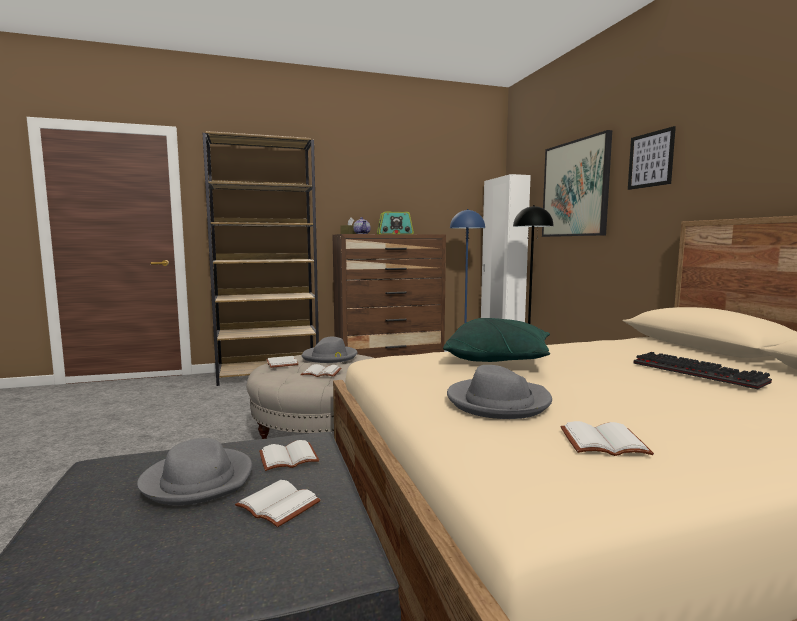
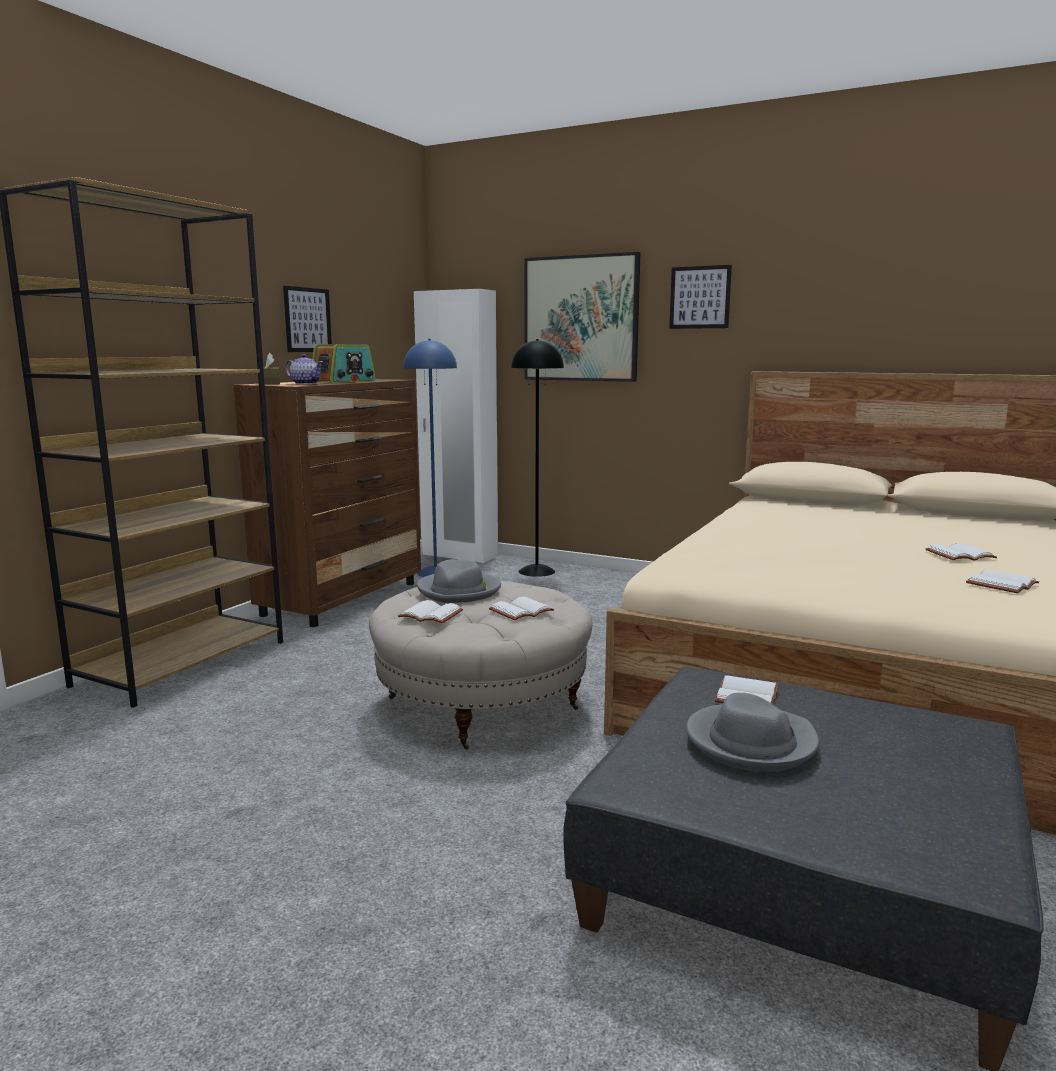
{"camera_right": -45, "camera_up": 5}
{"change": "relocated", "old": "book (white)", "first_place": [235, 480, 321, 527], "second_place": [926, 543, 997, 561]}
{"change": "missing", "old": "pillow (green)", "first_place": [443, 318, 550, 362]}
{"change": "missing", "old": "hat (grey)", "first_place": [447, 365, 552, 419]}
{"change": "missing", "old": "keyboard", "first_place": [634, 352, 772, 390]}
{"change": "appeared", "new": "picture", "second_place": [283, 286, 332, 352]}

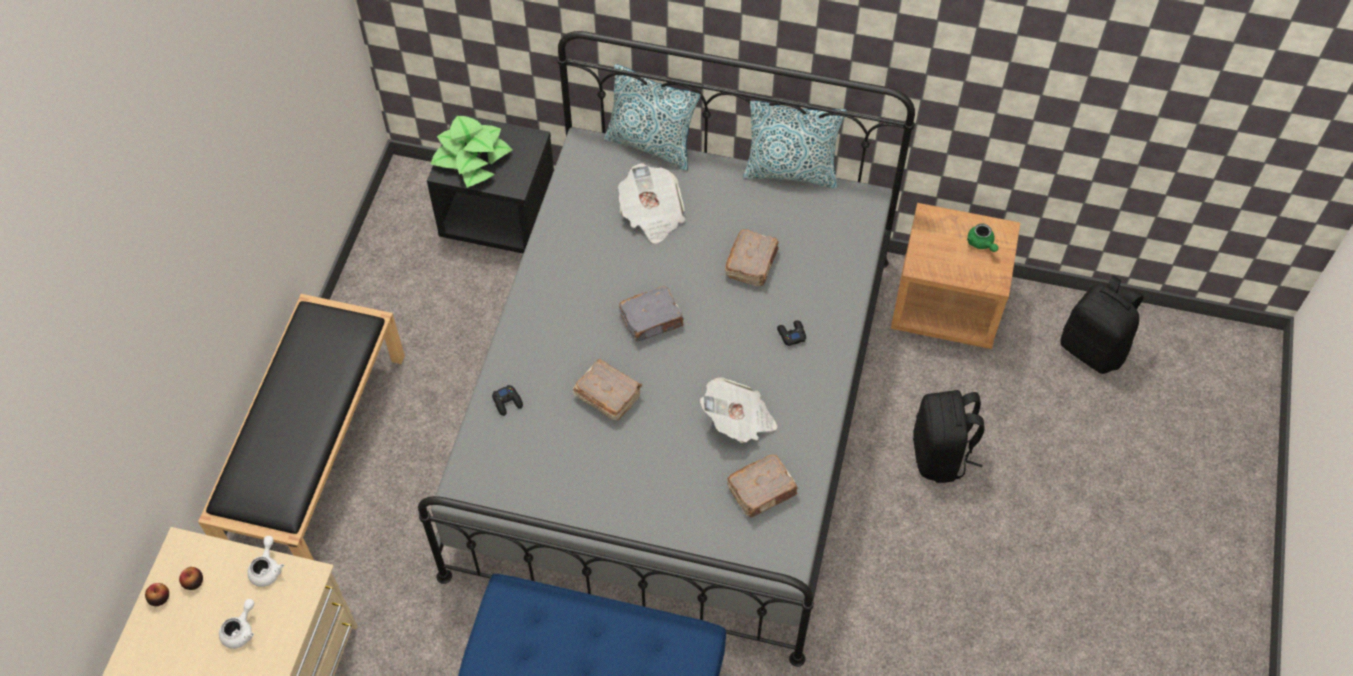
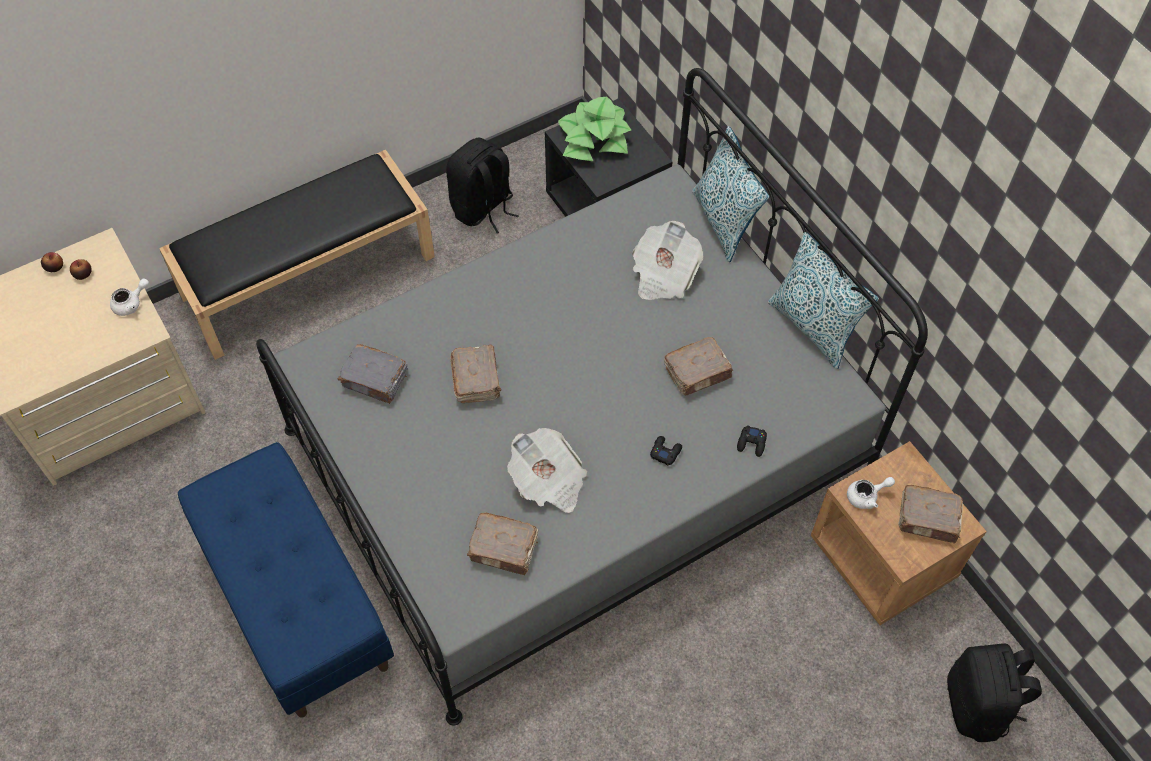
{"camera_right": 45, "camera_up": 0}
{"change": "relocated", "old": "teapot (white)", "first_place": [219, 599, 254, 649], "second_place": [847, 477, 895, 509]}
{"change": "relocated", "old": "game controller (black)", "first_place": [492, 385, 523, 416], "second_place": [737, 425, 767, 457]}
{"change": "relocated", "old": "book (grey)", "first_place": [619, 287, 684, 342], "second_place": [337, 344, 408, 404]}
{"change": "relocated", "old": "backpack (black)", "first_place": [913, 390, 985, 483], "second_place": [446, 138, 519, 234]}
{"change": "exchanged", "old": "teapot (green)", "new": "book (brown)", "first_place": [967, 223, 999, 252], "second_place": [899, 484, 963, 543]}

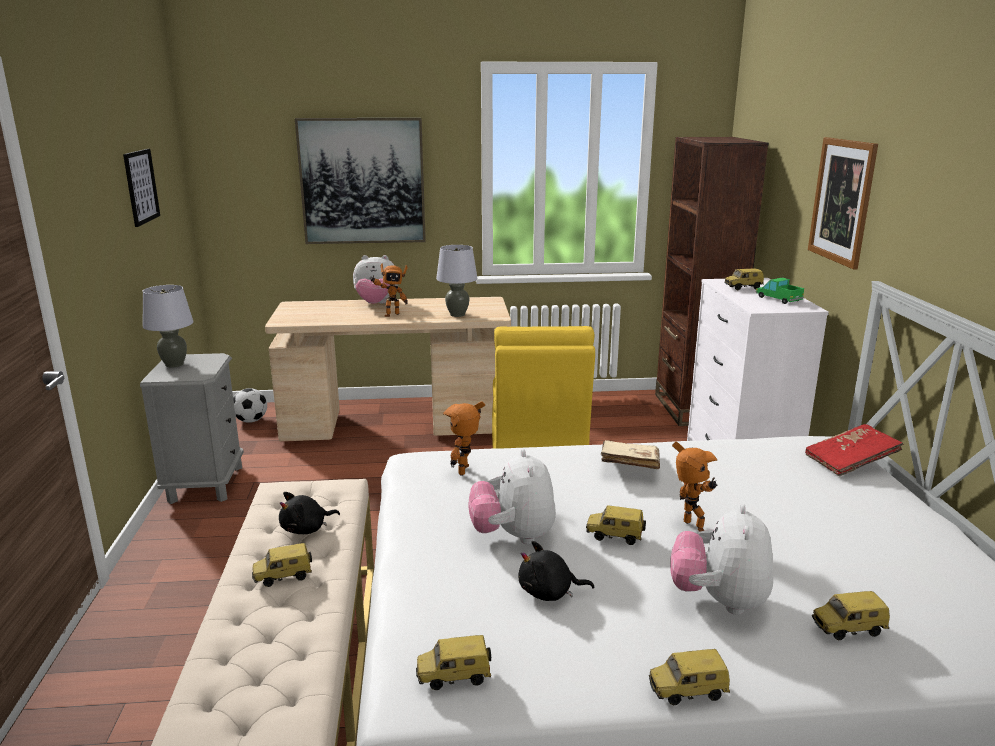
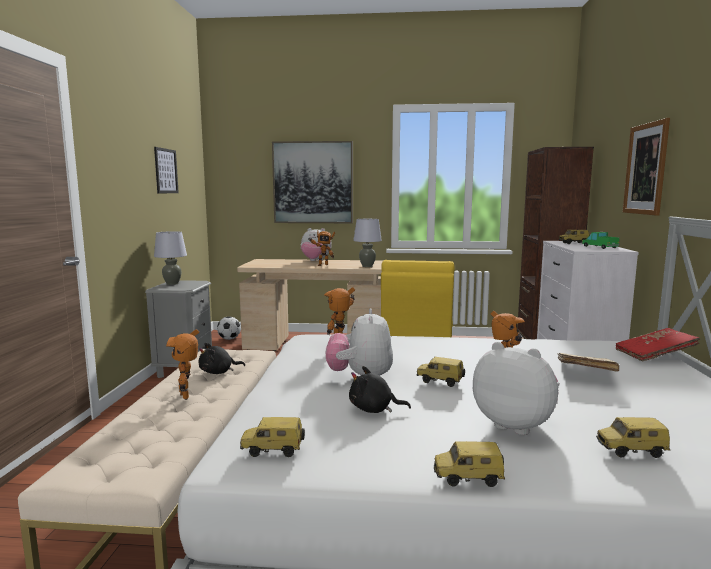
{"camera_right": 10, "camera_up": -10}
{"change": "exchanged", "old": "toy car", "new": "toy robot", "first_place": [252, 543, 312, 587], "second_place": [166, 329, 199, 400]}
{"change": "relocated", "old": "book (beige)", "first_place": [601, 440, 660, 469], "second_place": [558, 353, 619, 372]}
{"change": "spun", "old": "plush toy", "first_place": [670, 504, 773, 615], "second_place": [473, 342, 560, 435], "degrees": 105}

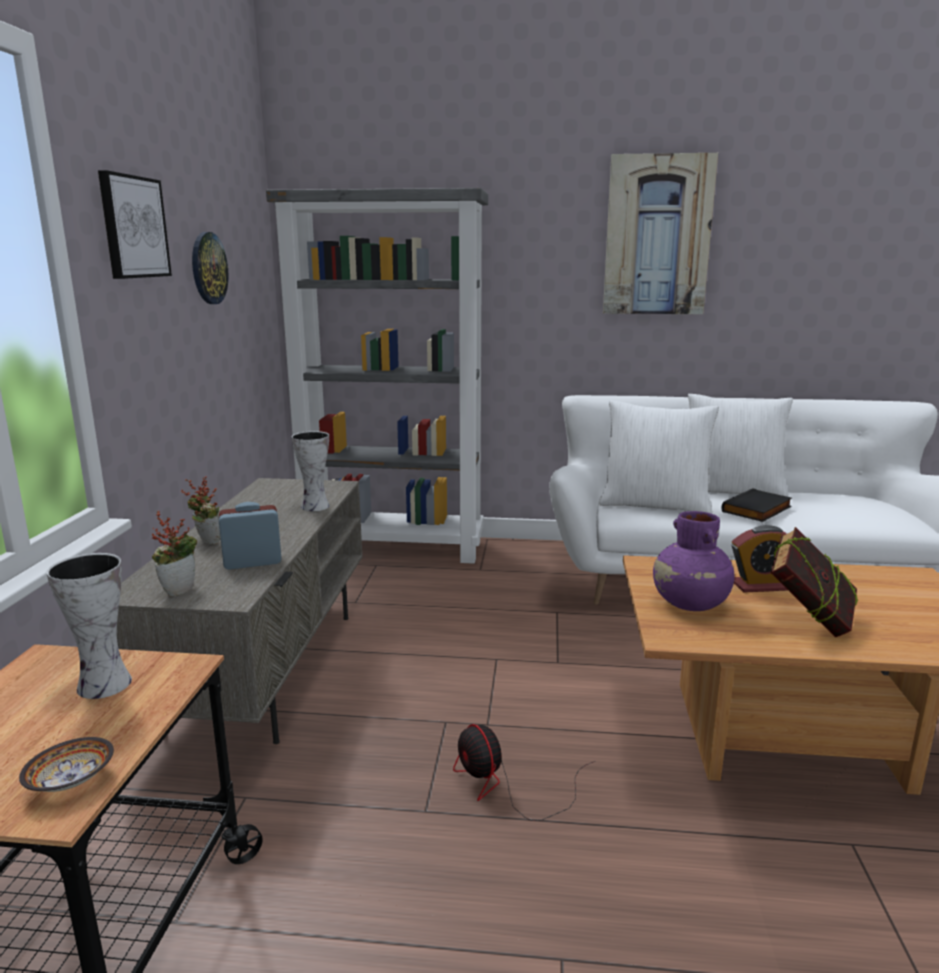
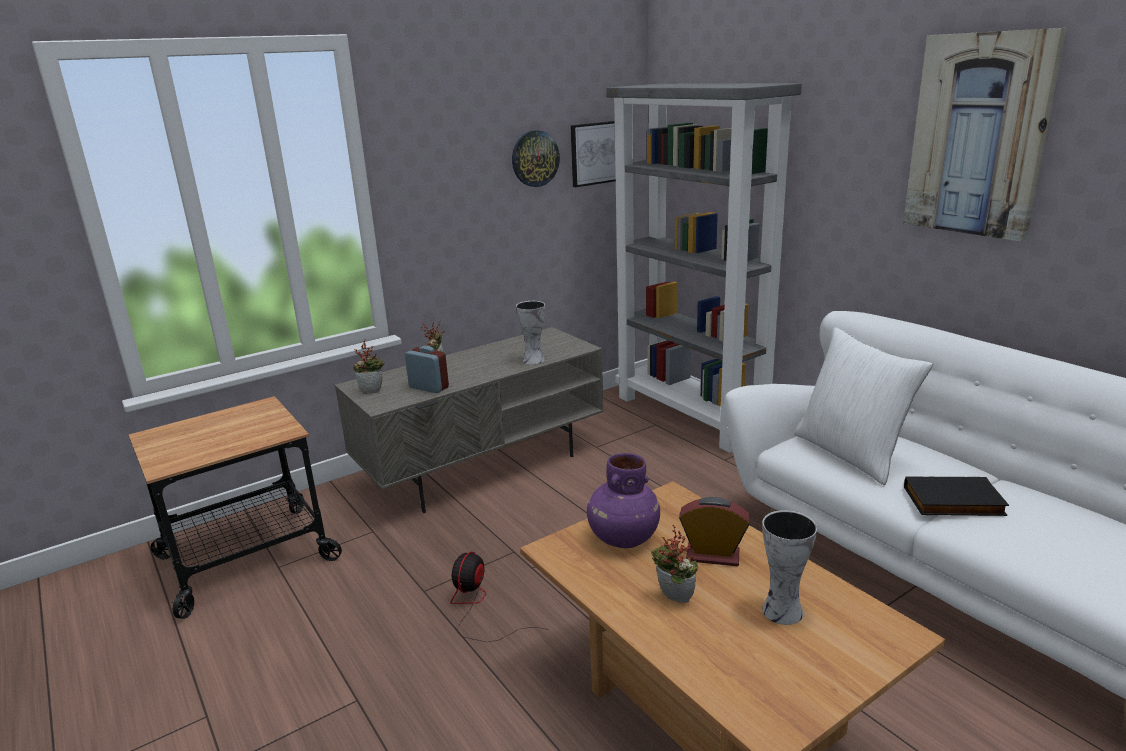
{"camera_right": 50, "camera_up": 5}
{"change": "missing", "old": "bowl", "first_place": [19, 737, 114, 792]}
{"change": "relocated", "old": "vase", "first_place": [47, 553, 132, 699], "second_place": [762, 510, 817, 625]}
{"change": "relocated", "old": "picture", "first_place": [98, 170, 172, 279], "second_place": [570, 121, 616, 187]}
{"change": "missing", "old": "pillow (white)", "first_place": [688, 394, 793, 497]}
{"change": "spun", "old": "alarm clock", "first_place": [732, 525, 787, 593], "second_place": [679, 497, 750, 566], "degrees": 150}
{"change": "exchanged", "old": "book", "new": "potted plant", "first_place": [771, 527, 858, 637], "second_place": [651, 525, 698, 603]}

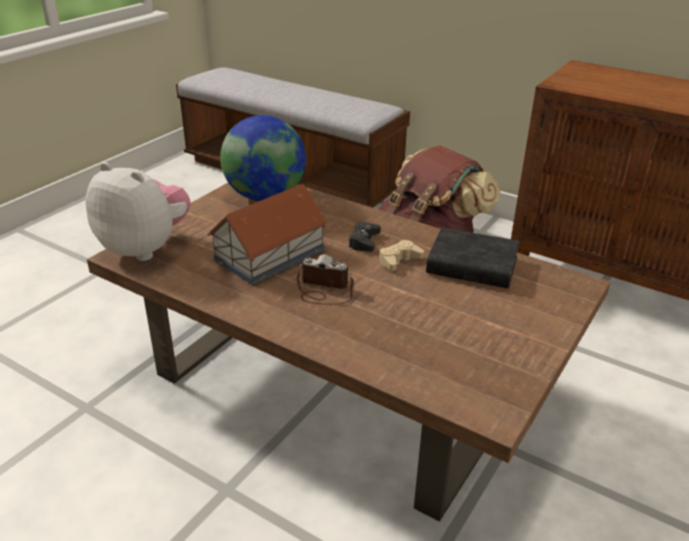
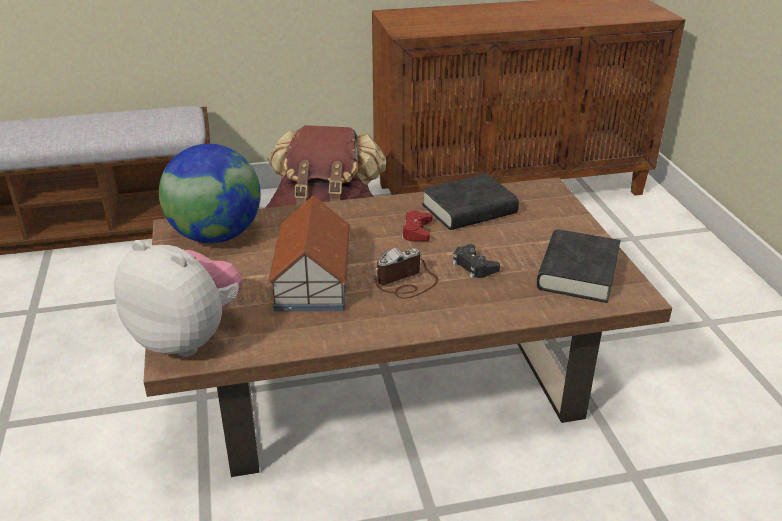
{"camera_right": -45, "camera_up": 0}
{"change": "spun", "old": "plush toy", "first_place": [85, 162, 190, 261], "second_place": [114, 240, 243, 357], "degrees": 45}
{"change": "relocated", "old": "game controller (black)", "first_place": [348, 221, 381, 251], "second_place": [453, 244, 500, 279]}
{"change": "colour", "old": "game controller (beige)", "new": "game controller (red)", "first_place": [379, 240, 424, 271], "second_place": [402, 211, 432, 241]}
{"change": "appeared", "new": "book (black)", "second_place": [536, 229, 621, 303]}

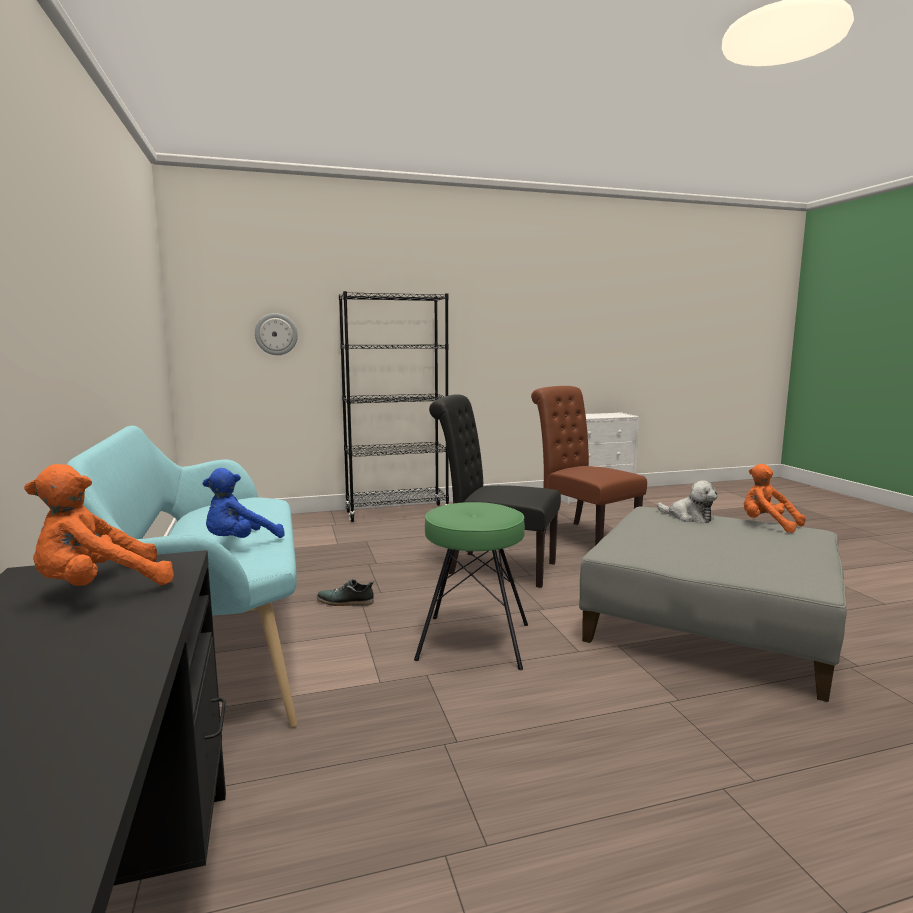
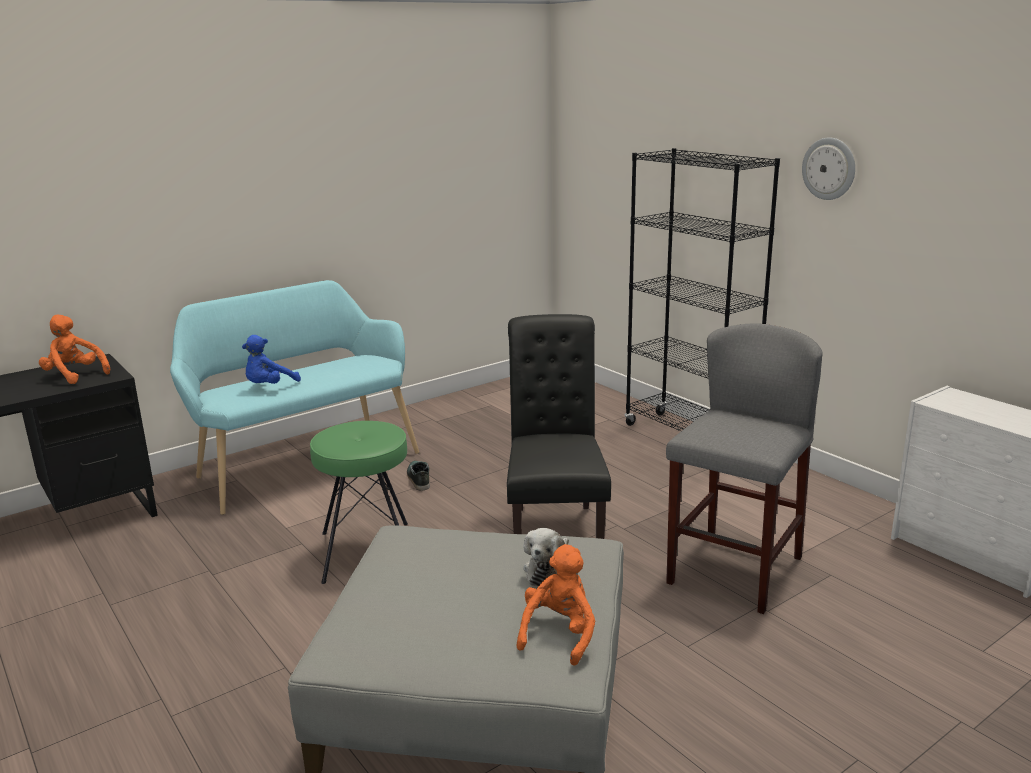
{"camera_right": 70, "camera_up": 10}
{"change": "spun", "old": "plush toy (blue)", "first_place": [202, 468, 285, 538], "second_place": [242, 335, 301, 384], "degrees": -75}
{"change": "relocated", "old": "wall clock", "first_place": [255, 313, 298, 355], "second_place": [802, 137, 855, 200]}
{"change": "exchanged", "old": "chair (brown)", "new": "stool (grey)", "first_place": [531, 386, 647, 546], "second_place": [666, 323, 822, 614]}

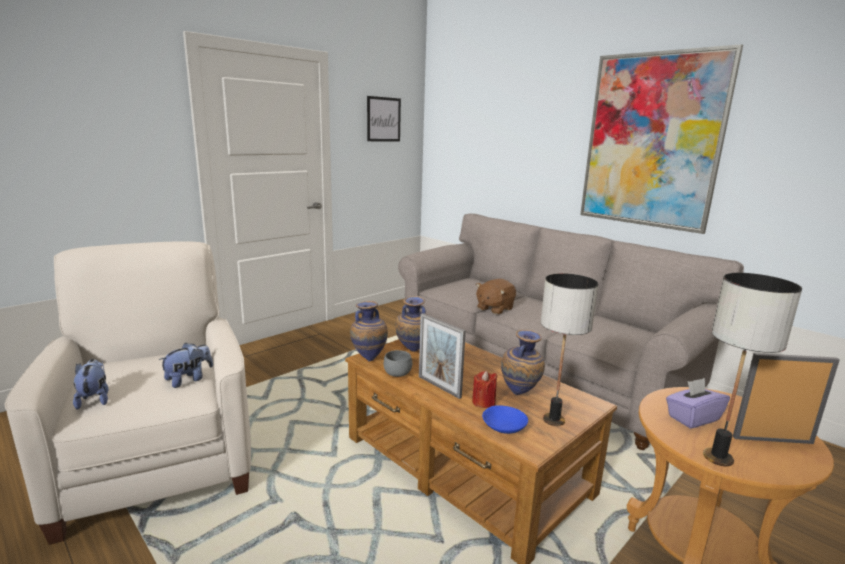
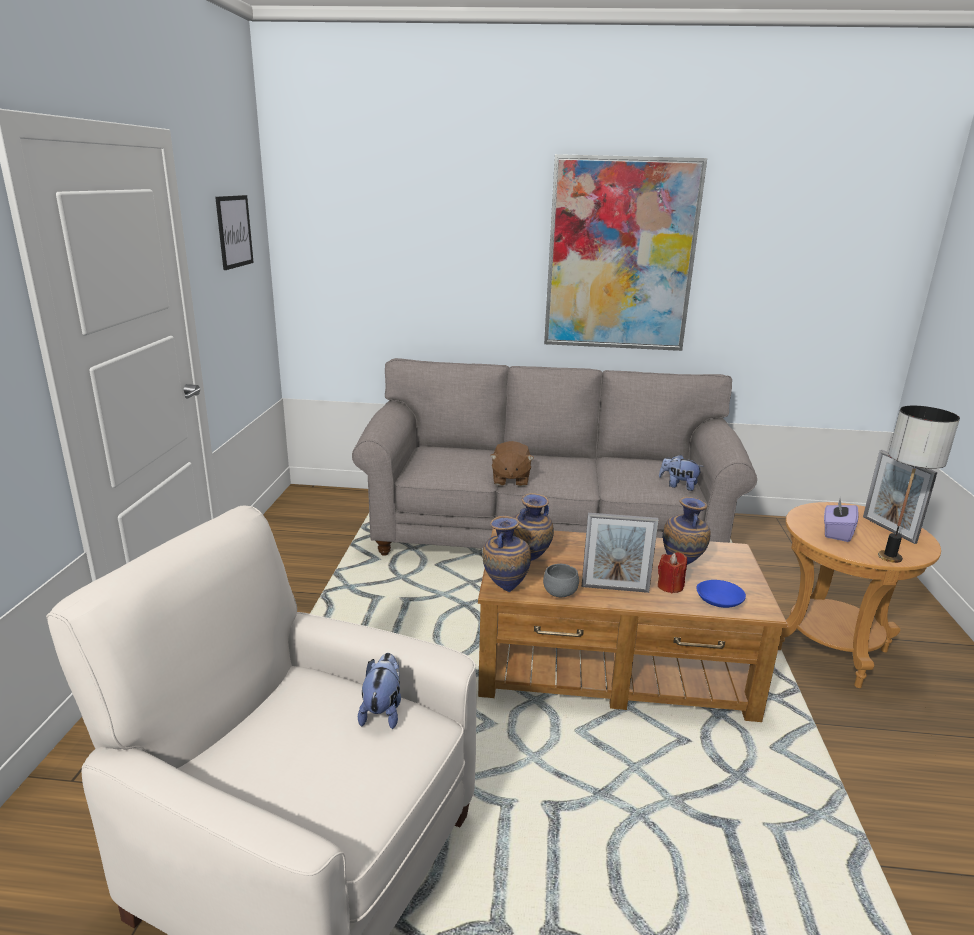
{"camera_right": -40, "camera_up": 5}
{"change": "relocated", "old": "plush toy", "first_place": [73, 359, 108, 410], "second_place": [659, 455, 704, 491]}
{"change": "missing", "old": "table lamp", "first_place": [541, 273, 598, 426]}
{"change": "spun", "old": "picture frame", "first_place": [733, 353, 840, 444], "second_place": [863, 450, 938, 544], "degrees": -75}

